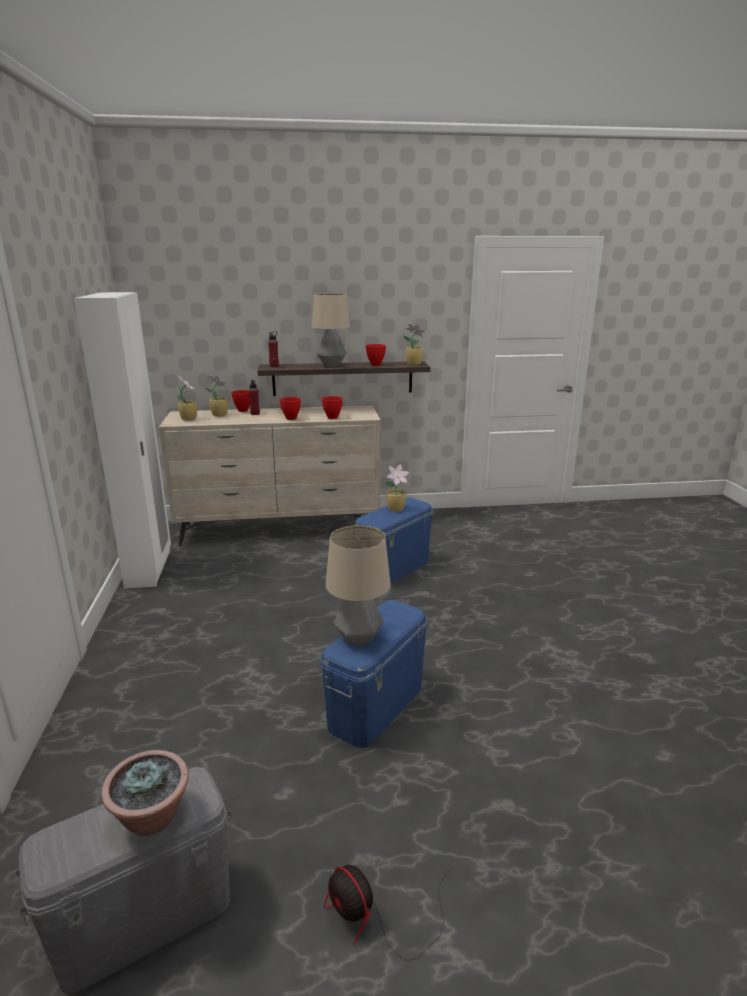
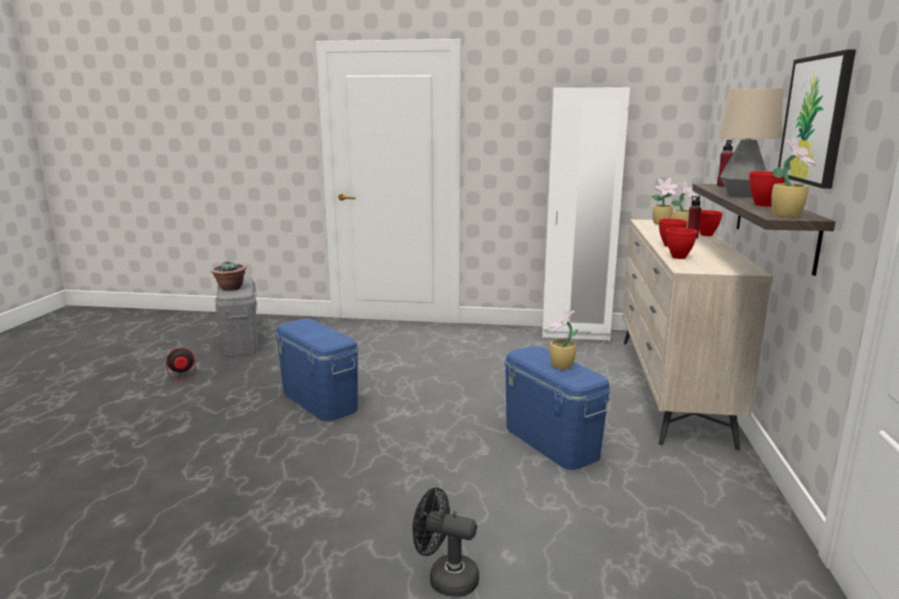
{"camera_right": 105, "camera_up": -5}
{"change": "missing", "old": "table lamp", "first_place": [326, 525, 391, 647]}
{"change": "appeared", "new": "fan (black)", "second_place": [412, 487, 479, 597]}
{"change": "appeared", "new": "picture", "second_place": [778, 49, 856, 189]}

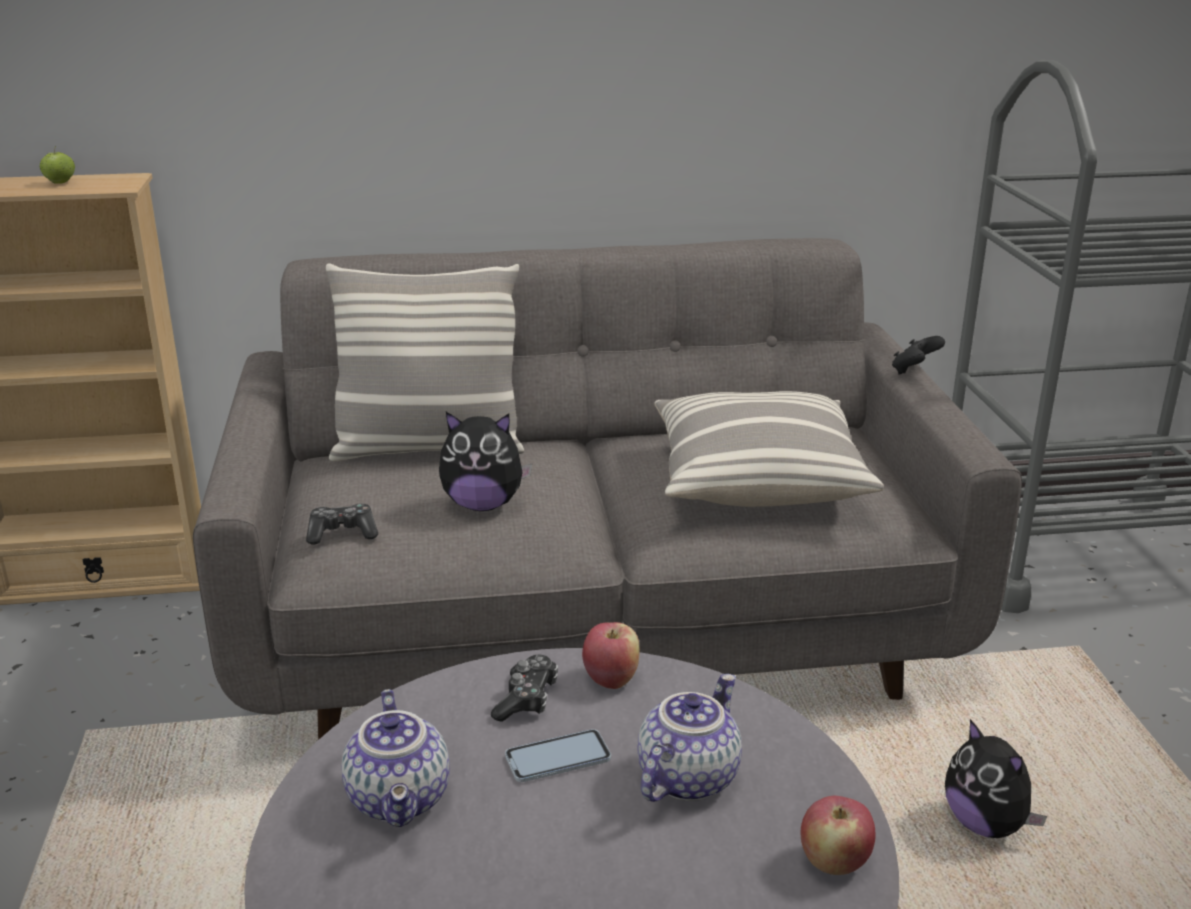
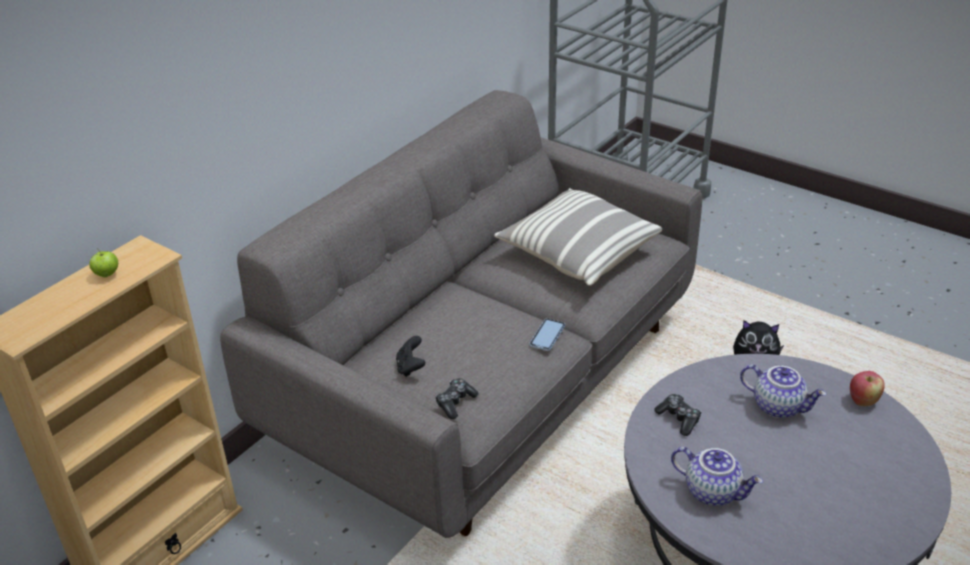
{"camera_right": -45, "camera_up": 10}
{"change": "missing", "old": "pillow", "first_place": [326, 263, 524, 461]}
{"change": "missing", "old": "plush toy", "first_place": [439, 412, 532, 511]}
{"change": "relocated", "old": "phone", "first_place": [505, 729, 611, 782], "second_place": [529, 318, 565, 351]}
{"change": "missing", "old": "apple", "first_place": [582, 622, 639, 689]}
{"change": "spun", "old": "teapot", "first_place": [638, 674, 742, 802], "second_place": [740, 364, 827, 418], "degrees": 135}
{"change": "relocated", "old": "game controller (black)", "first_place": [892, 336, 945, 375], "second_place": [396, 336, 425, 377]}

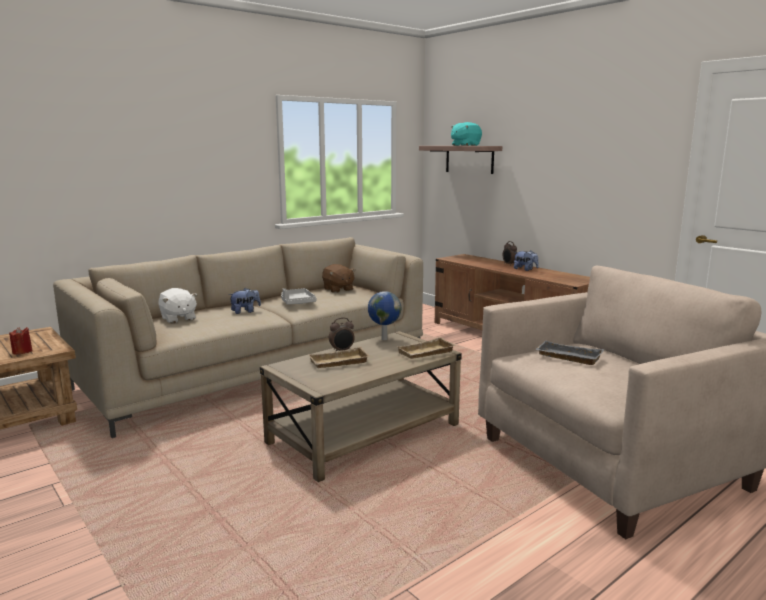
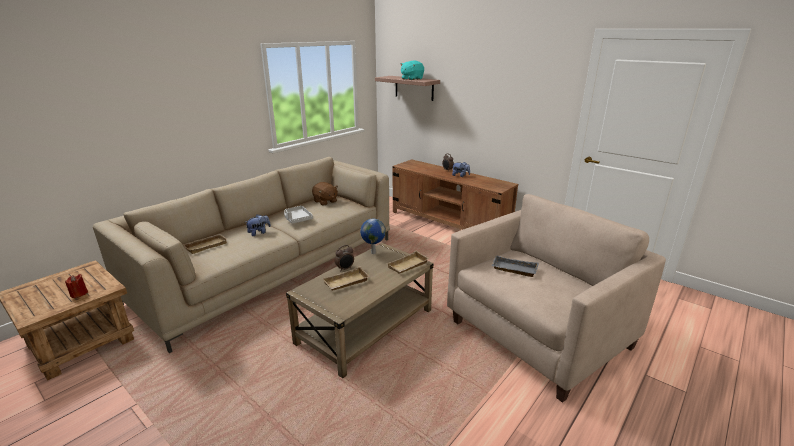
{"camera_right": -10, "camera_up": 10}
{"change": "exchanged", "old": "plush toy (white)", "new": "tray (beige)", "first_place": [158, 288, 198, 323], "second_place": [182, 234, 227, 254]}

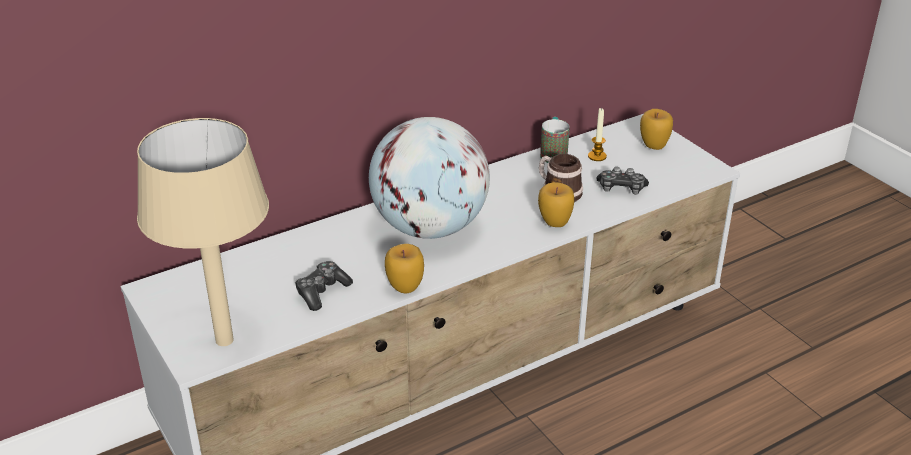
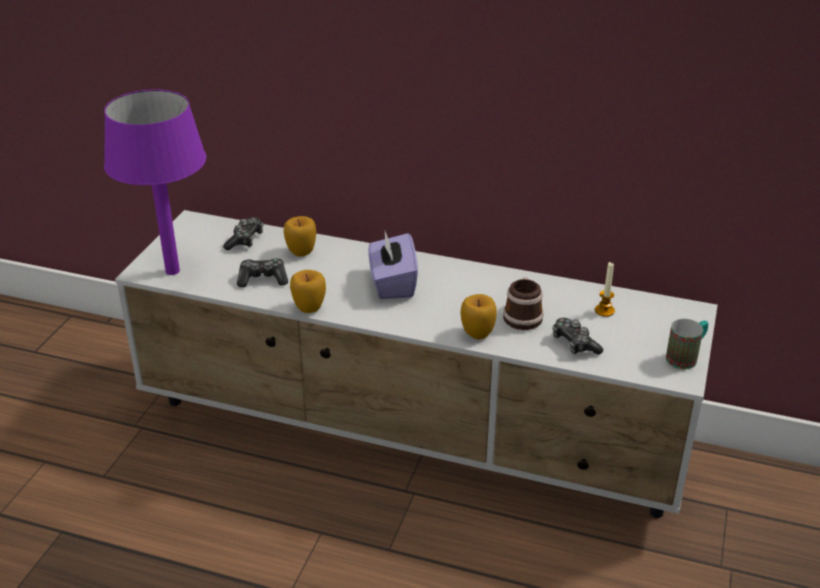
{"camera_right": 50, "camera_up": 0}
{"change": "colour", "old": "table lamp (beige)", "new": "table lamp (purple)", "first_place": [137, 118, 269, 346], "second_place": [104, 90, 206, 275]}
{"change": "exchanged", "old": "globe", "new": "tissue box (purple)", "first_place": [369, 117, 490, 239], "second_place": [368, 231, 418, 299]}
{"change": "relocated", "old": "mug", "first_place": [540, 117, 570, 163], "second_place": [666, 319, 708, 369]}
{"change": "relocated", "old": "apple", "first_place": [640, 109, 673, 150], "second_place": [284, 216, 316, 257]}
{"change": "appeared", "new": "game controller", "second_place": [223, 217, 263, 250]}

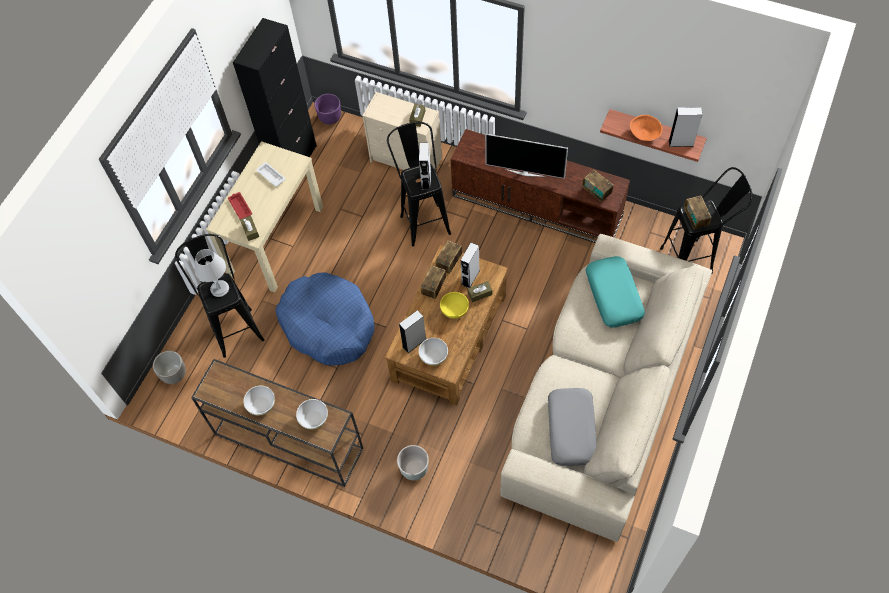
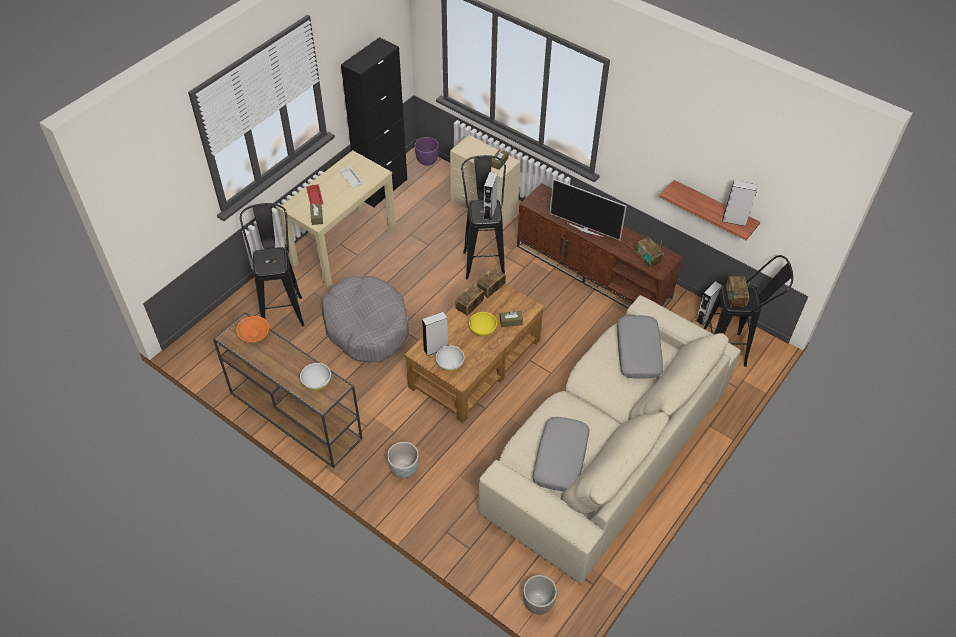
{"camera_right": 10, "camera_up": -10}
{"change": "relocated", "old": "planter", "first_place": [153, 351, 186, 384], "second_place": [523, 575, 557, 615]}
{"change": "missing", "old": "table lamp (grey)", "first_place": [194, 249, 229, 297]}
{"change": "missing", "old": "bowl (white)", "first_place": [243, 385, 275, 416]}
{"change": "colour", "old": "dog bed (blue)", "new": "dog bed (grey)", "first_place": [276, 272, 375, 366], "second_place": [321, 276, 409, 362]}
{"change": "relocated", "old": "speaker (grey)", "first_place": [461, 243, 480, 288], "second_place": [696, 281, 722, 325]}
{"change": "colour", "old": "pillow (turquoise)", "new": "pillow (grey)", "first_place": [586, 256, 645, 328], "second_place": [617, 315, 663, 379]}
{"change": "relocated", "old": "bowl (orange)", "first_place": [630, 115, 663, 141], "second_place": [236, 316, 269, 342]}

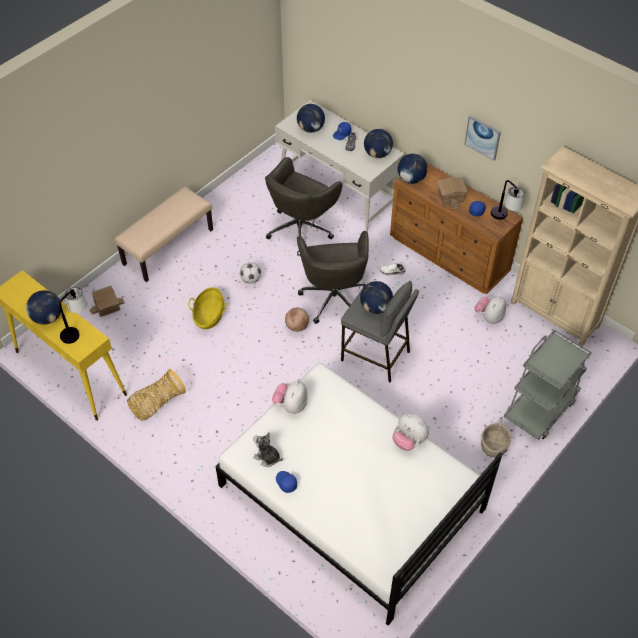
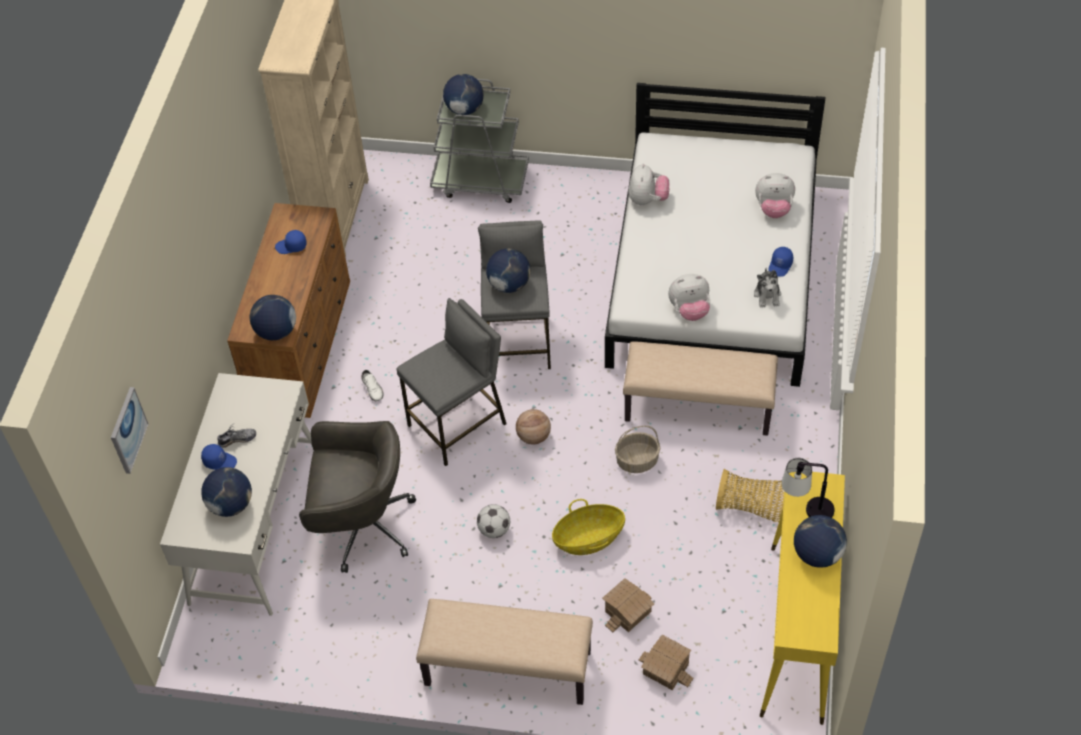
{"camera_right": -120, "camera_up": 0}
{"change": "exchanged", "old": "office chair (grey)", "new": "stool (grey)", "first_place": [297, 231, 369, 324], "second_place": [396, 298, 506, 466]}
{"change": "relocated", "old": "globe", "first_place": [364, 129, 393, 158], "second_place": [443, 74, 484, 115]}
{"change": "relocated", "old": "toy house", "first_place": [437, 177, 468, 210], "second_place": [602, 578, 654, 632]}
{"change": "relocated", "old": "picture", "first_place": [464, 115, 501, 161], "second_place": [111, 387, 148, 474]}
{"change": "relocated", "old": "plush toy", "first_place": [475, 296, 506, 324], "second_place": [755, 173, 795, 218]}
{"change": "relocated", "old": "basket", "first_place": [481, 417, 511, 458], "second_place": [615, 426, 660, 473]}
{"change": "missing", "old": "table lamp", "first_place": [491, 180, 524, 220]}
{"change": "appeared", "new": "bench (beige)", "second_place": [623, 341, 778, 436]}

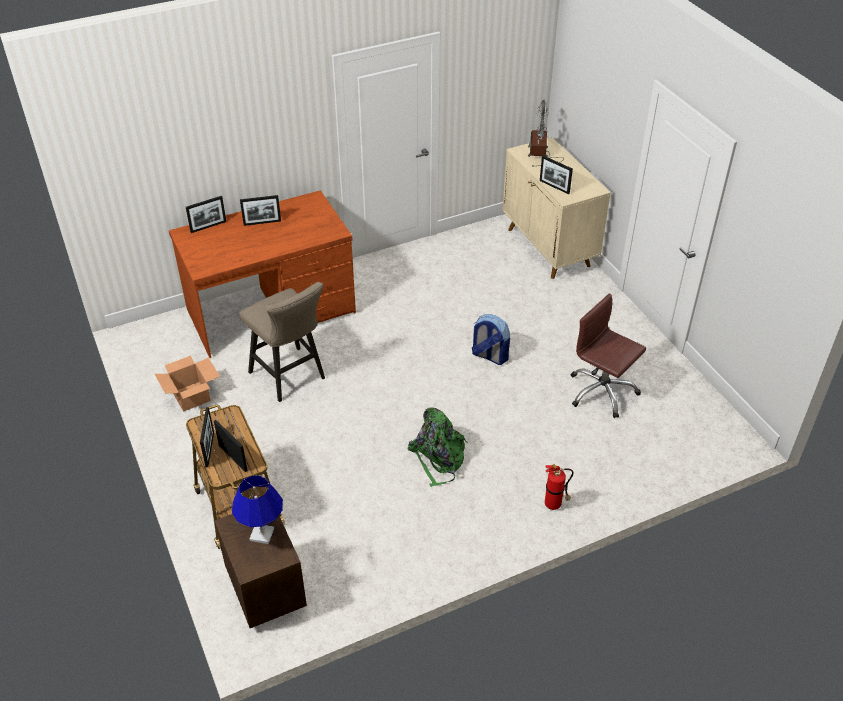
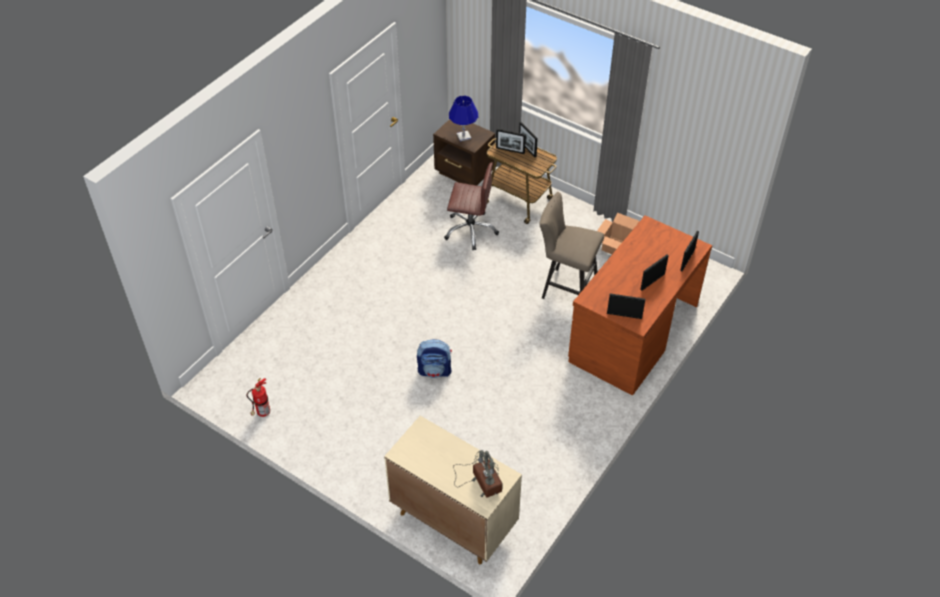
{"camera_right": 150, "camera_up": 5}
{"change": "missing", "old": "backpack (green)", "first_place": [408, 407, 468, 487]}
{"change": "relocated", "old": "picture frame", "first_place": [540, 155, 573, 194], "second_place": [607, 293, 645, 319]}
{"change": "relocated", "old": "fire extinguisher", "first_place": [545, 464, 574, 510], "second_place": [247, 378, 270, 417]}
{"change": "relocated", "old": "office chair (brown)", "first_place": [571, 293, 646, 418], "second_place": [444, 162, 499, 250]}

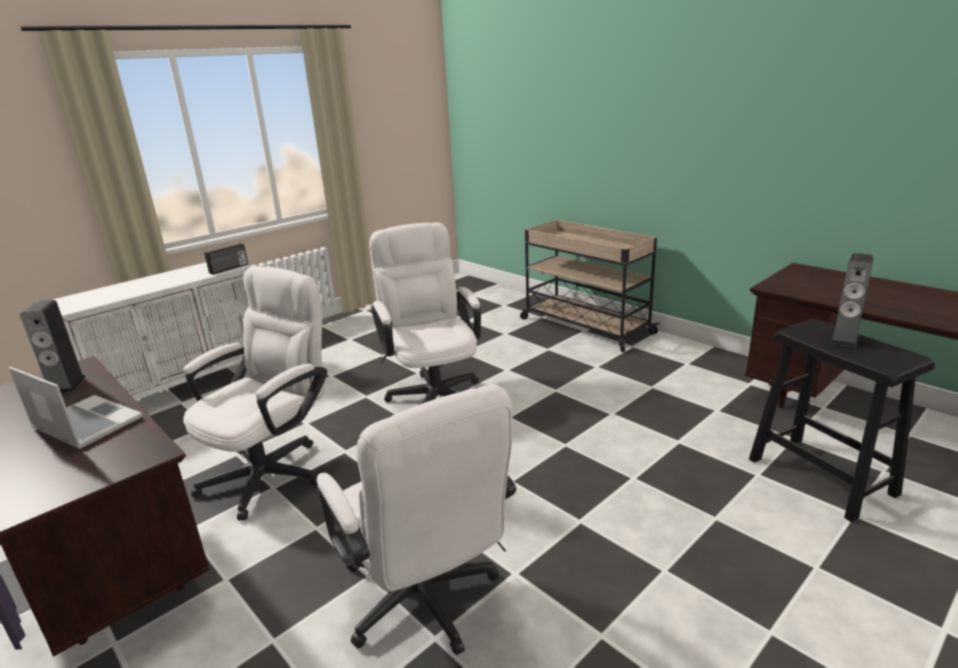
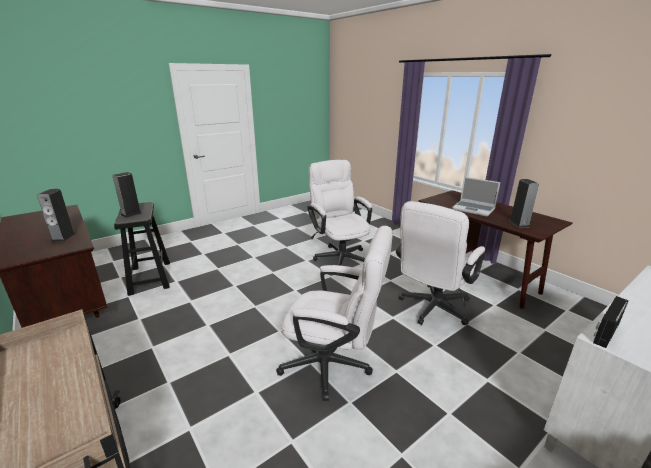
{"camera_right": -175, "camera_up": 0}
{"change": "spun", "old": "office chair (white)", "first_place": [369, 222, 481, 404], "second_place": [276, 226, 393, 401], "degrees": -60}
{"change": "appeared", "new": "speaker", "second_place": [37, 189, 75, 242]}

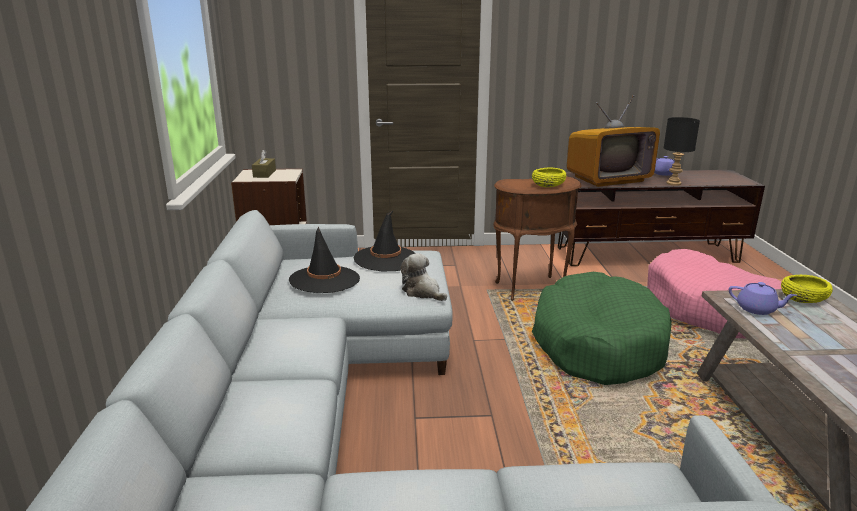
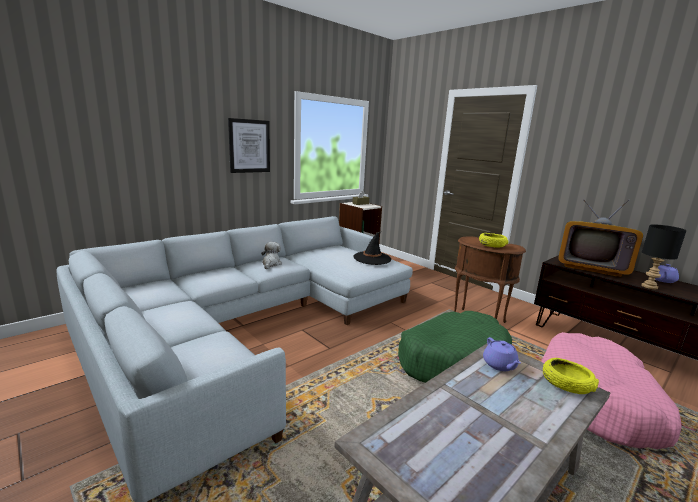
{"camera_right": 50, "camera_up": -5}
{"change": "missing", "old": "hat (black)", "first_place": [289, 226, 360, 293]}
{"change": "relocated", "old": "plush toy", "first_place": [400, 253, 447, 301], "second_place": [261, 242, 282, 269]}
{"change": "appeared", "new": "picture", "second_place": [228, 118, 270, 173]}

